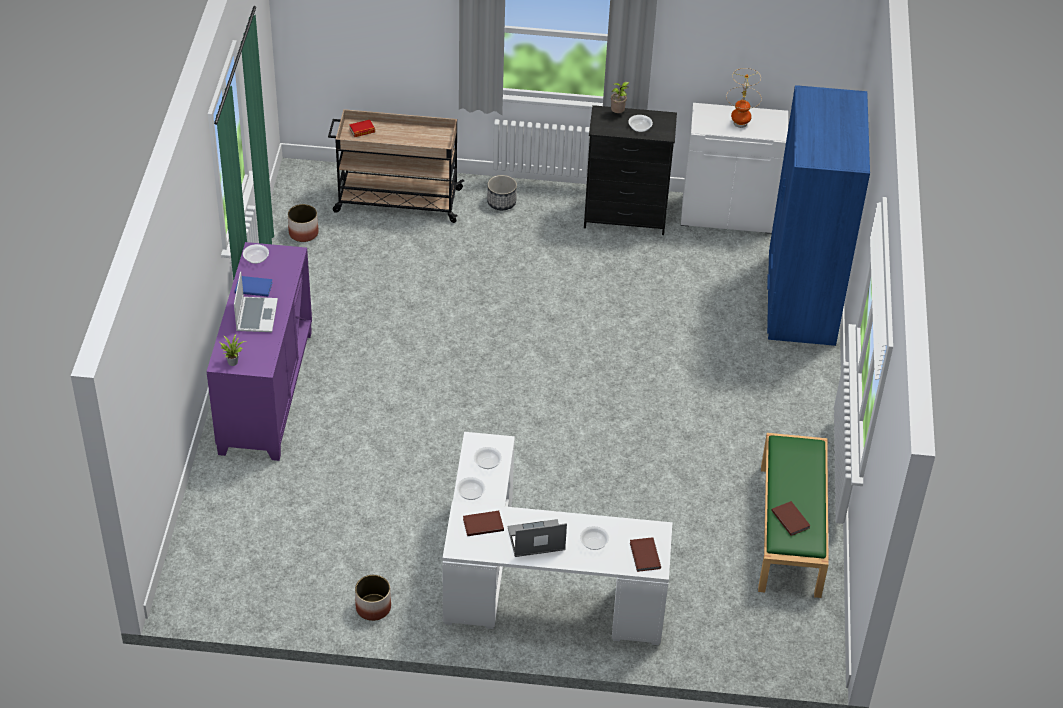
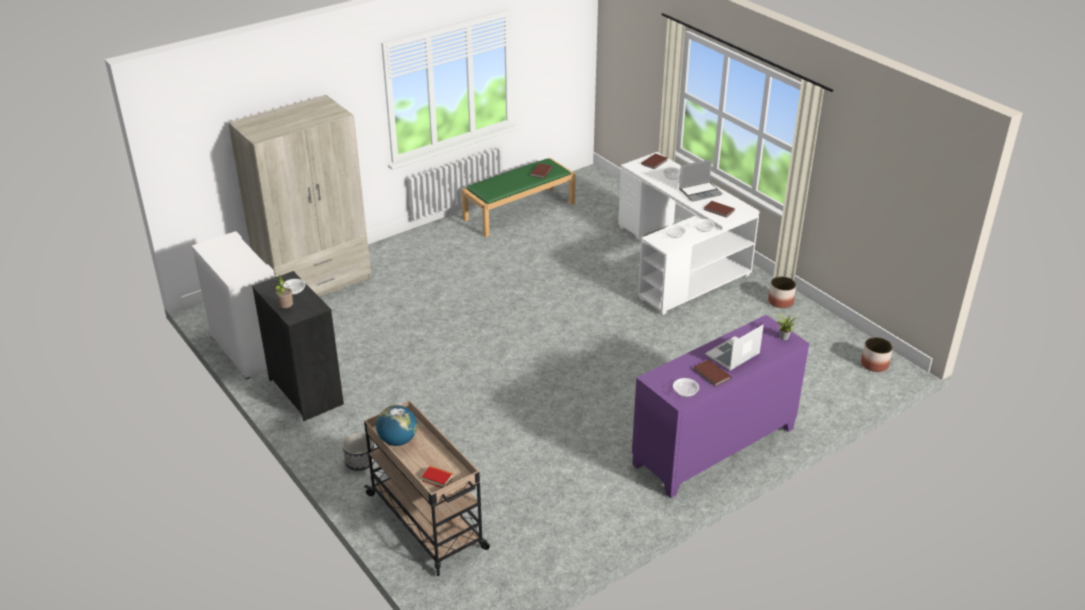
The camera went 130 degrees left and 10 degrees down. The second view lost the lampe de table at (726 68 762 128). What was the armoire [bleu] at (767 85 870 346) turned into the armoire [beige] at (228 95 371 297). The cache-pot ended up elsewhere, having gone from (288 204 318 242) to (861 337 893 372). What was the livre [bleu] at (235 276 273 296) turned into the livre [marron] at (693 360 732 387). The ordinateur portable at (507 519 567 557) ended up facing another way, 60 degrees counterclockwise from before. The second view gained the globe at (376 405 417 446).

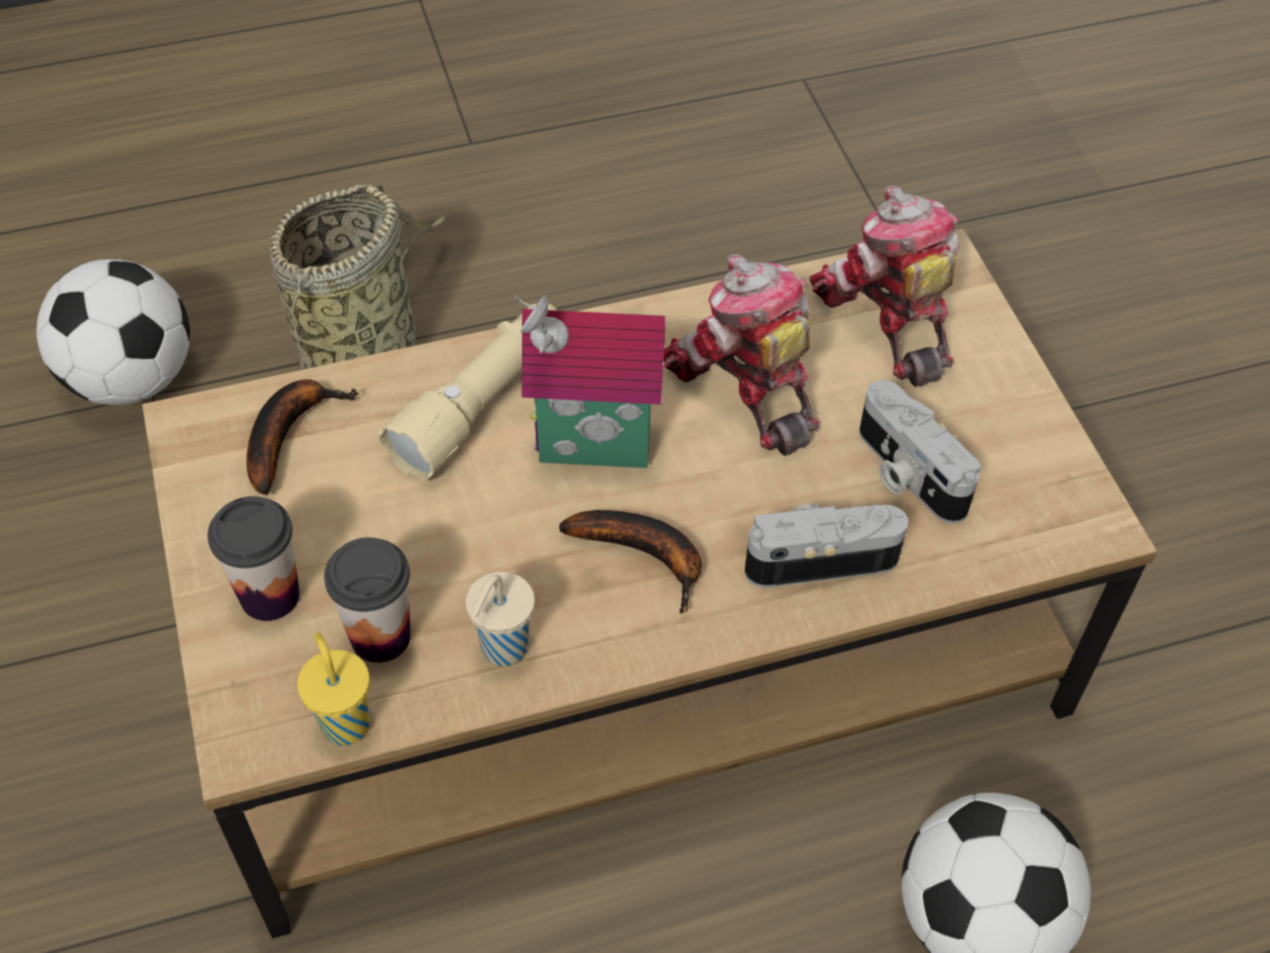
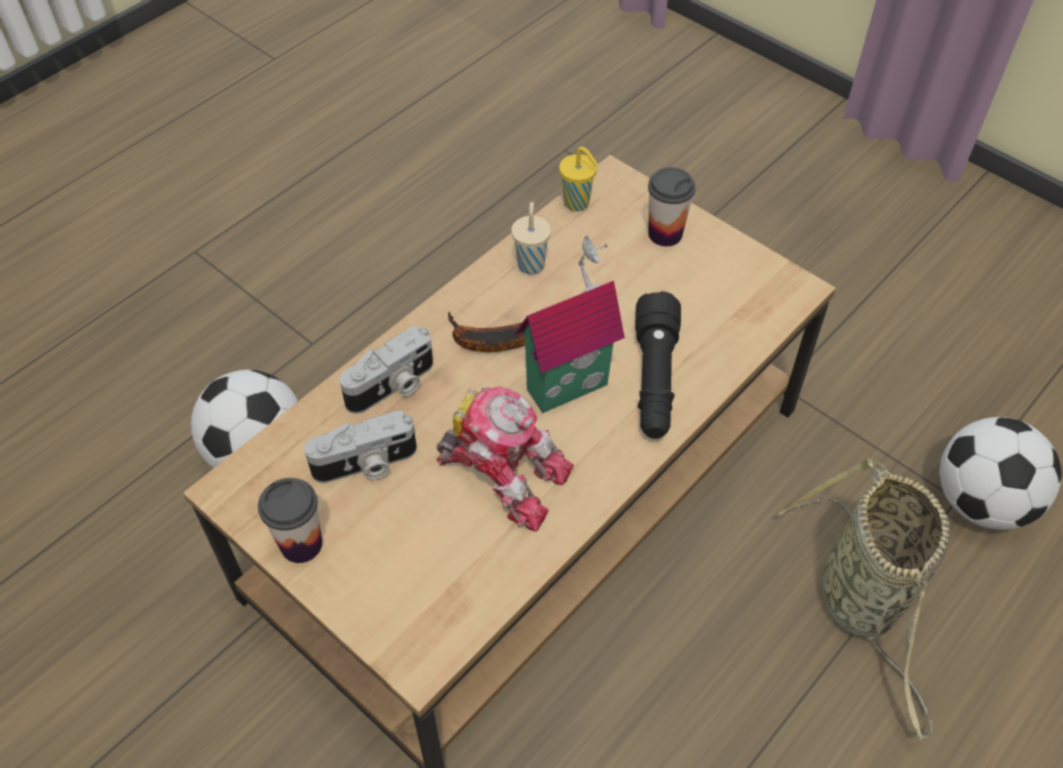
The camera went 150 degrees right and 0 degrees up. The second view lost the robot jouet at (810 185 959 387). What was the lampe de poche [beige] at (378 303 558 481) turned into the lampe de poche [noir] at (635 291 681 439). The second view lost the banane at (247 379 358 495). The appareil photo at (859 380 981 524) ended up facing another way, 135 degrees clockwise from before. The tasse ended up elsewhere, having gone from (324 537 411 663) to (258 478 322 563).

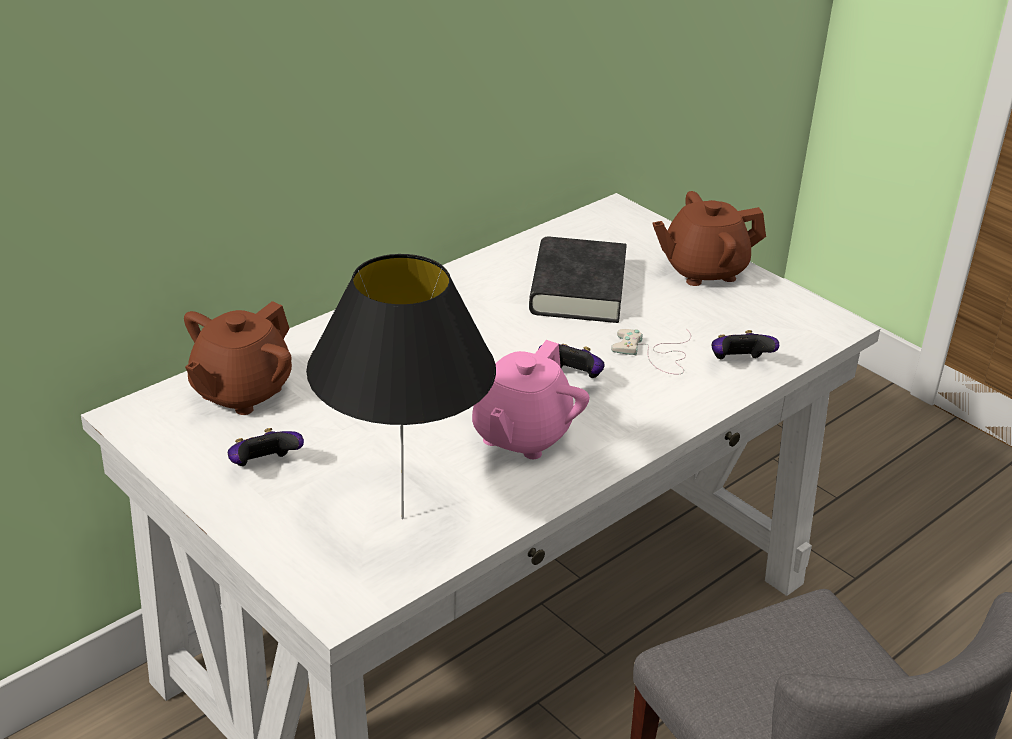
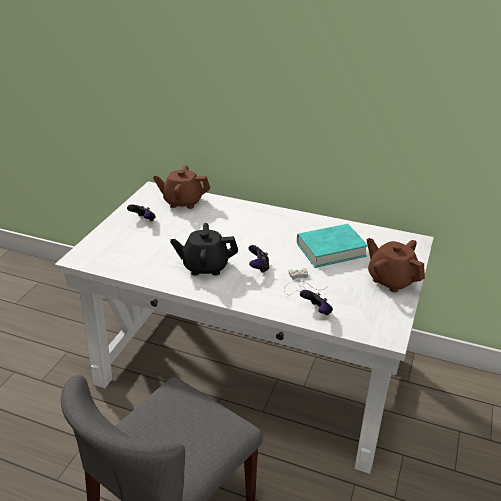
The camera went 65 degrees right and 0 degrees up. What was the livre [noir] at (529 237 627 323) turned into the livre [turquoise] at (297 224 368 268). The second view lost the lampe de table [noir] at (306 254 496 519). What was the théière [rose] at (472 340 589 459) turned into the théière [noir] at (170 223 238 276).

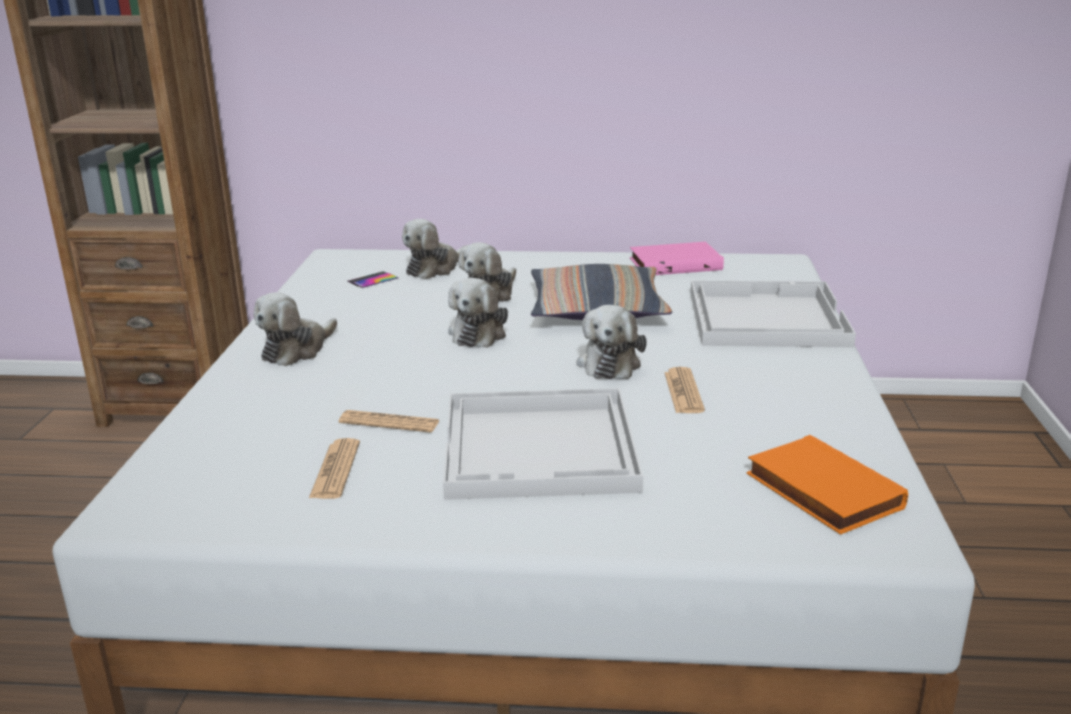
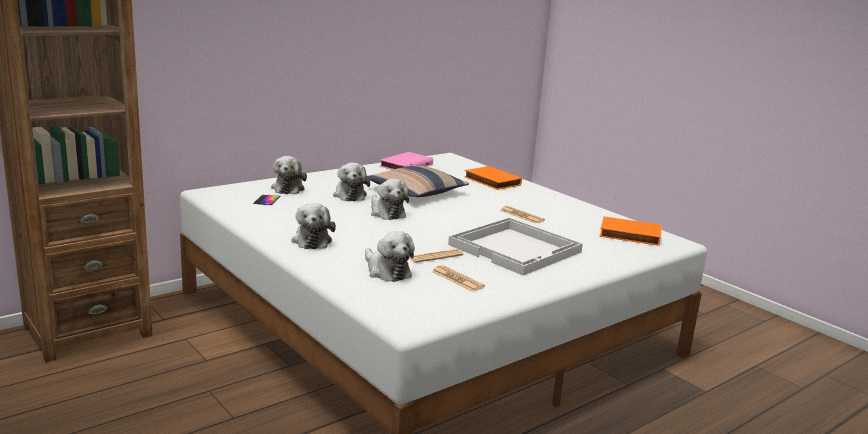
The camera went 45 degrees left and 5 degrees down. Where the plateau [blanc] stood at (691 281 856 347), the livre [orange] came to stand at (464 166 522 190). The peluche ended up elsewhere, having gone from (577 305 647 379) to (365 231 415 282).

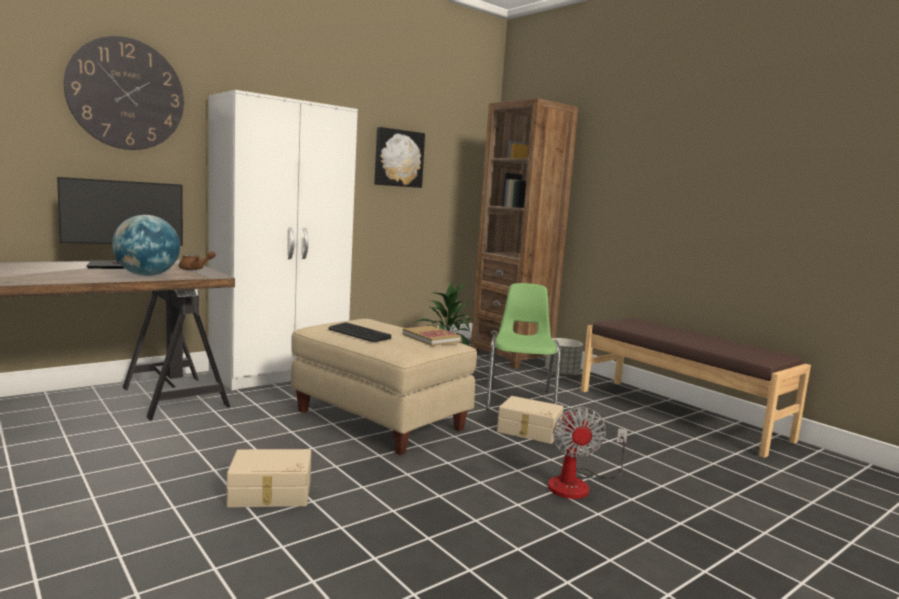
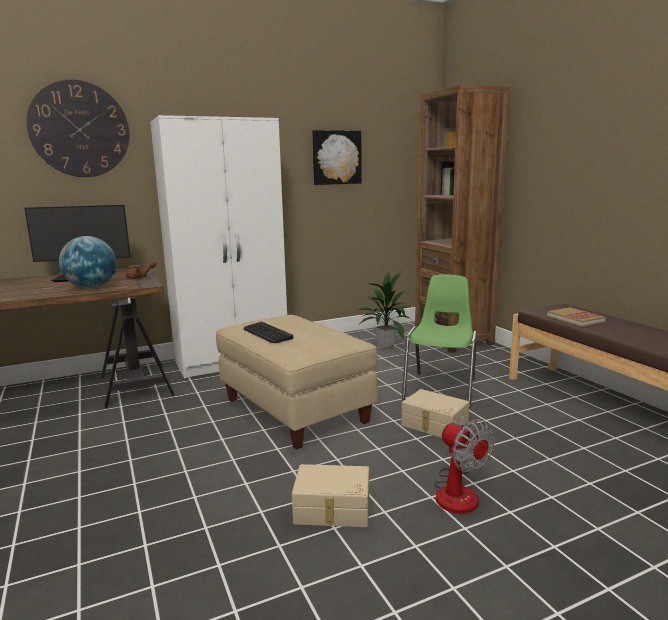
The camera went 15 degrees right and 5 degrees up. The livre ended up elsewhere, having gone from (402 326 462 346) to (547 307 606 327). The second view lost the cache-pot [gris] at (545 338 583 377). The ventilateur at (548 407 628 499) ended up facing another way, 45 degrees counterclockwise from before. The boîte de rangement [beige] ended up elsewhere, having gone from (227 449 311 507) to (292 464 369 527).

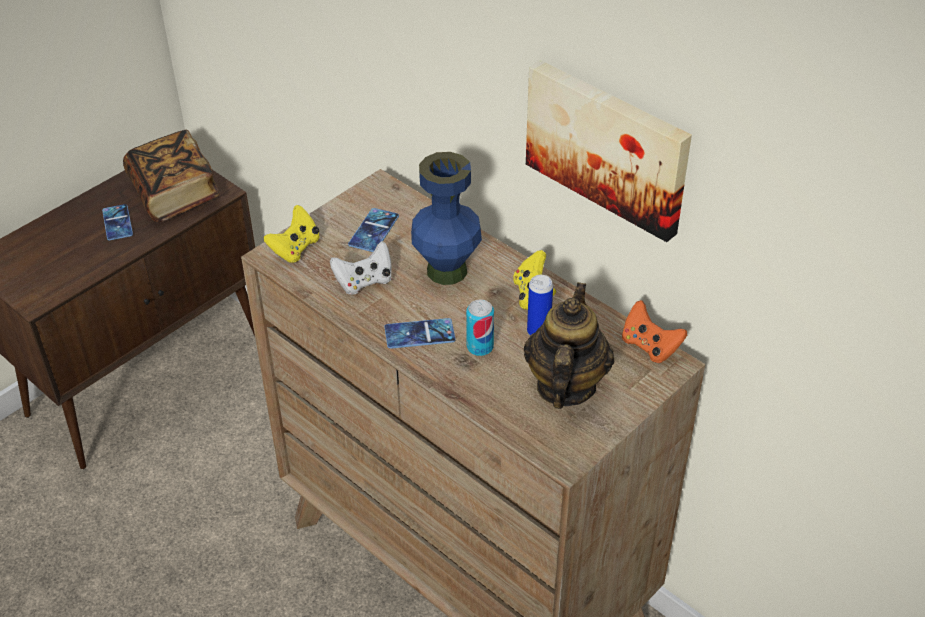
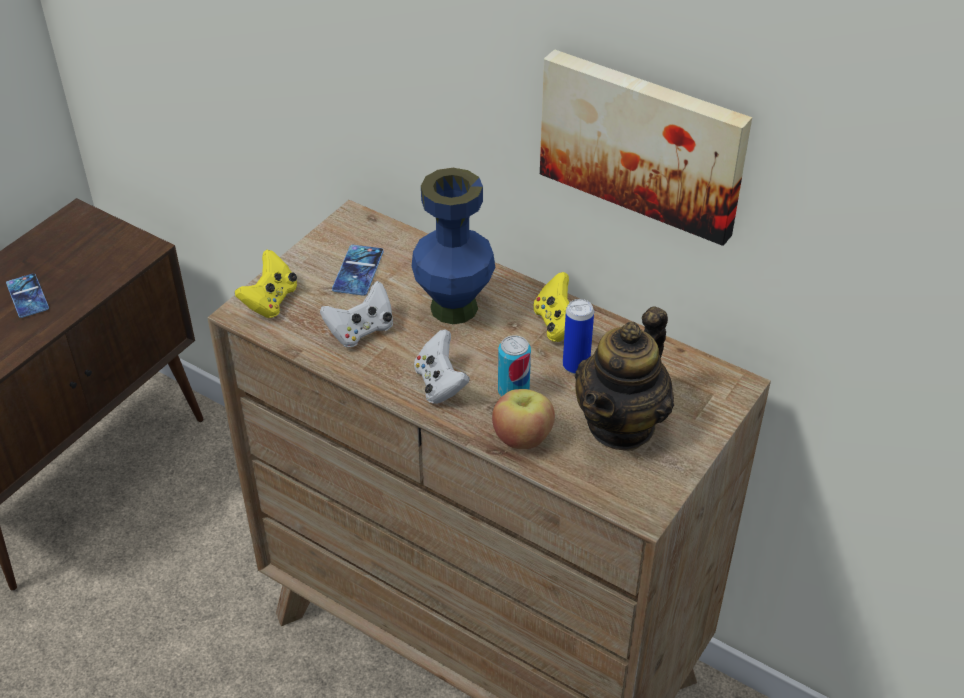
The camera went 10 degrees left and 0 degrees up. The second view lost the livre at (123 130 220 222). The théière at (524 282 614 409) ended up facing another way, 150 degrees counterclockwise from before. The second view lost the manette [orange] at (622 300 687 363). Where the téléphone stood at (384 318 456 349), the manette [blanc] came to stand at (414 329 470 404). The second view gained the pomme at (492 389 555 449).

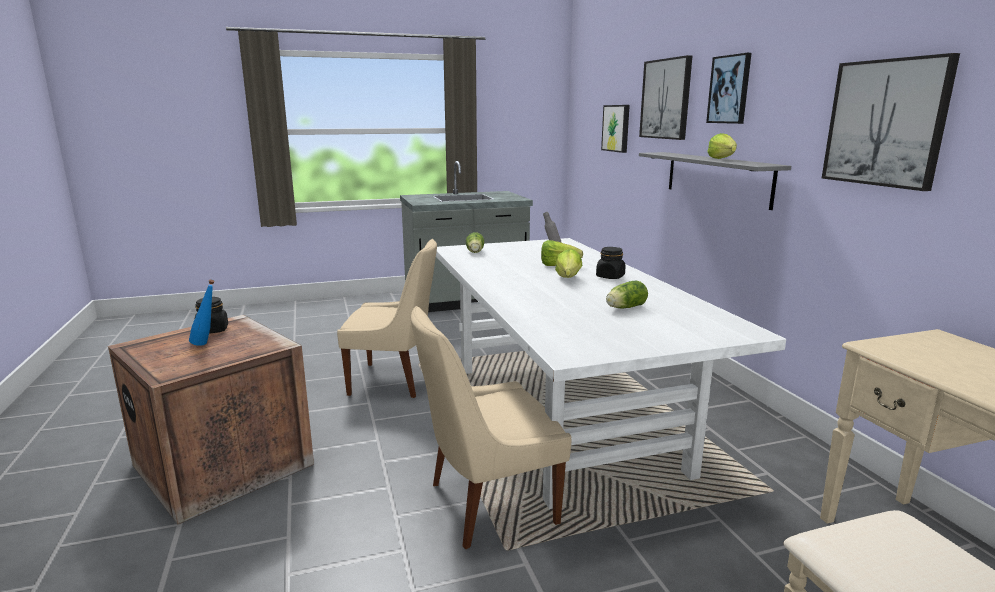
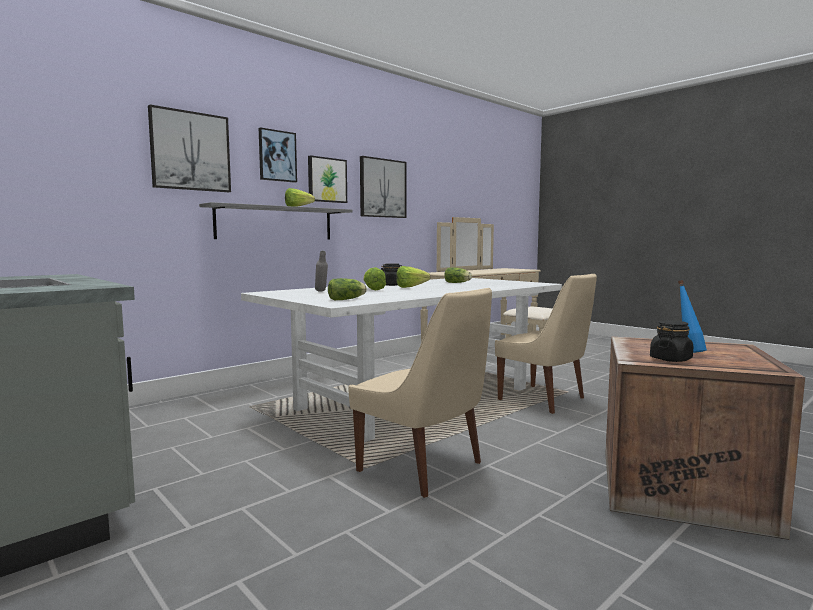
The camera went 115 degrees left and 10 degrees down. The tableau ended up elsewhere, having gone from (601 105 630 153) to (308 155 347 203). The chaise [beige] at (337 239 437 398) ended up facing another way, 150 degrees clockwise from before.

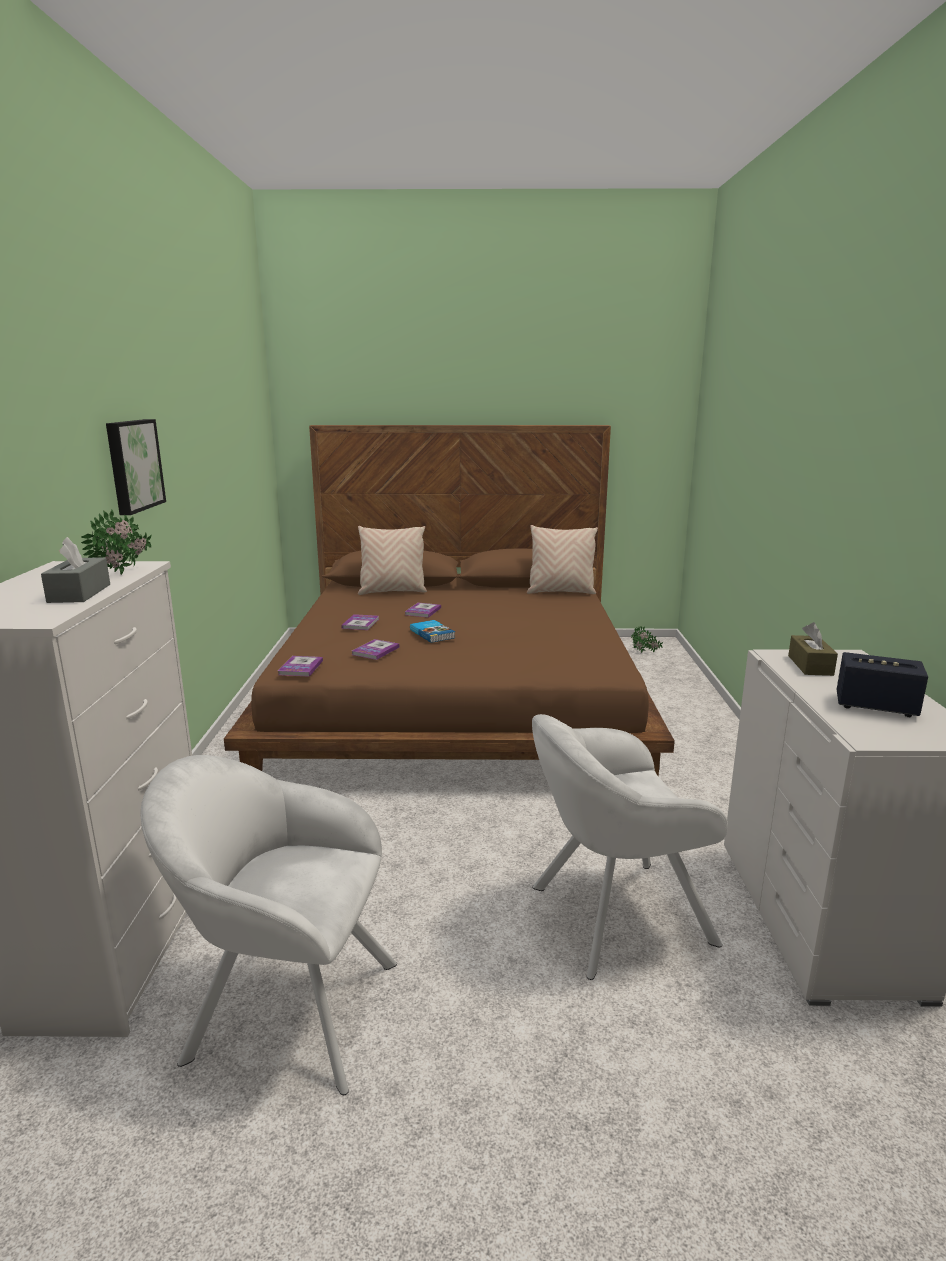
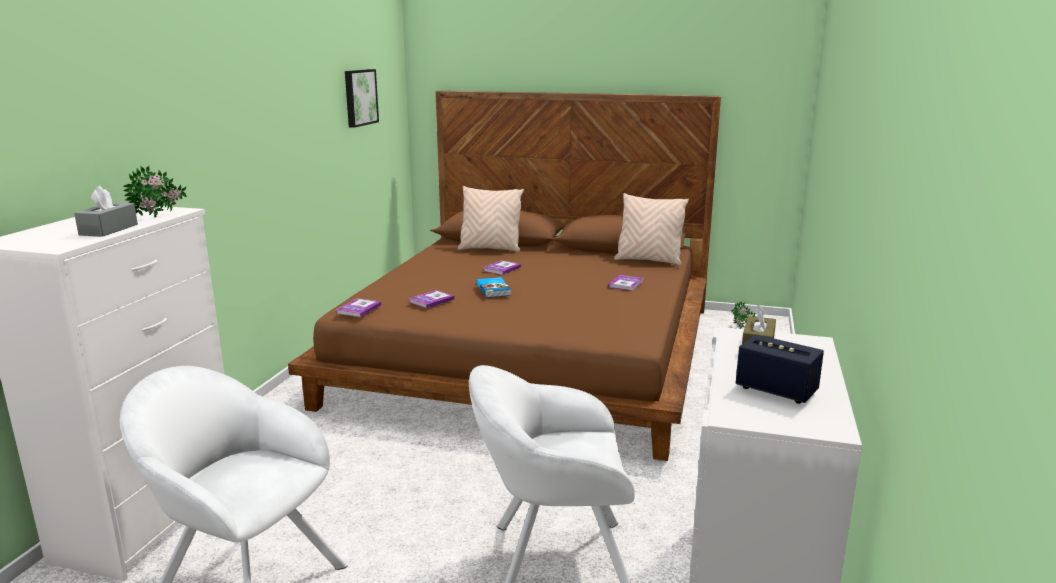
The camera went 15 degrees right and 0 degrees up. The tableau ended up elsewhere, having gone from (106 419 166 515) to (345 69 379 128). The livre ended up elsewhere, having gone from (341 614 379 630) to (608 275 643 291).

